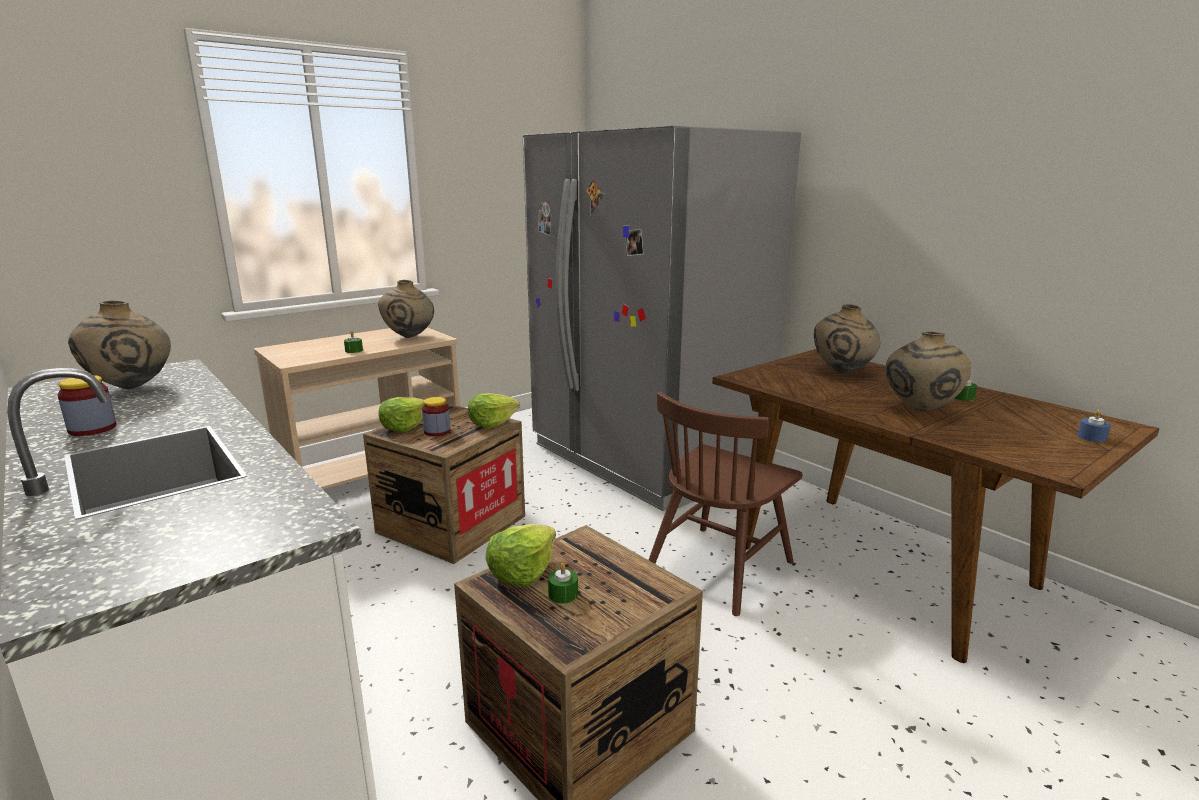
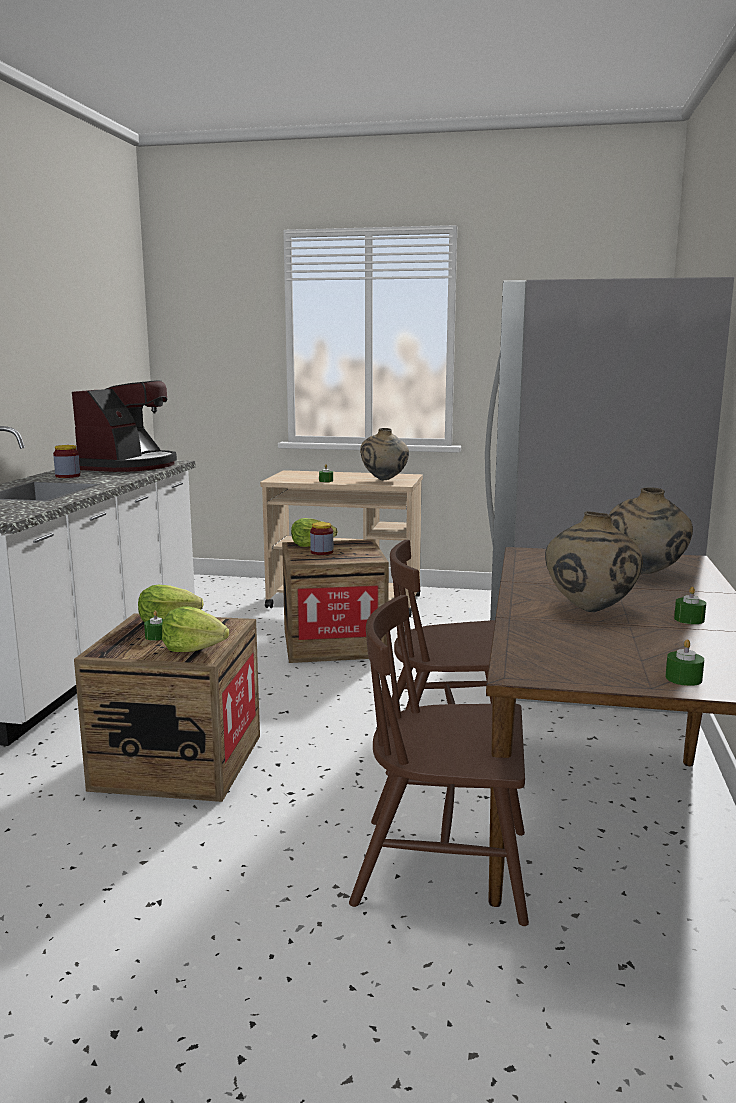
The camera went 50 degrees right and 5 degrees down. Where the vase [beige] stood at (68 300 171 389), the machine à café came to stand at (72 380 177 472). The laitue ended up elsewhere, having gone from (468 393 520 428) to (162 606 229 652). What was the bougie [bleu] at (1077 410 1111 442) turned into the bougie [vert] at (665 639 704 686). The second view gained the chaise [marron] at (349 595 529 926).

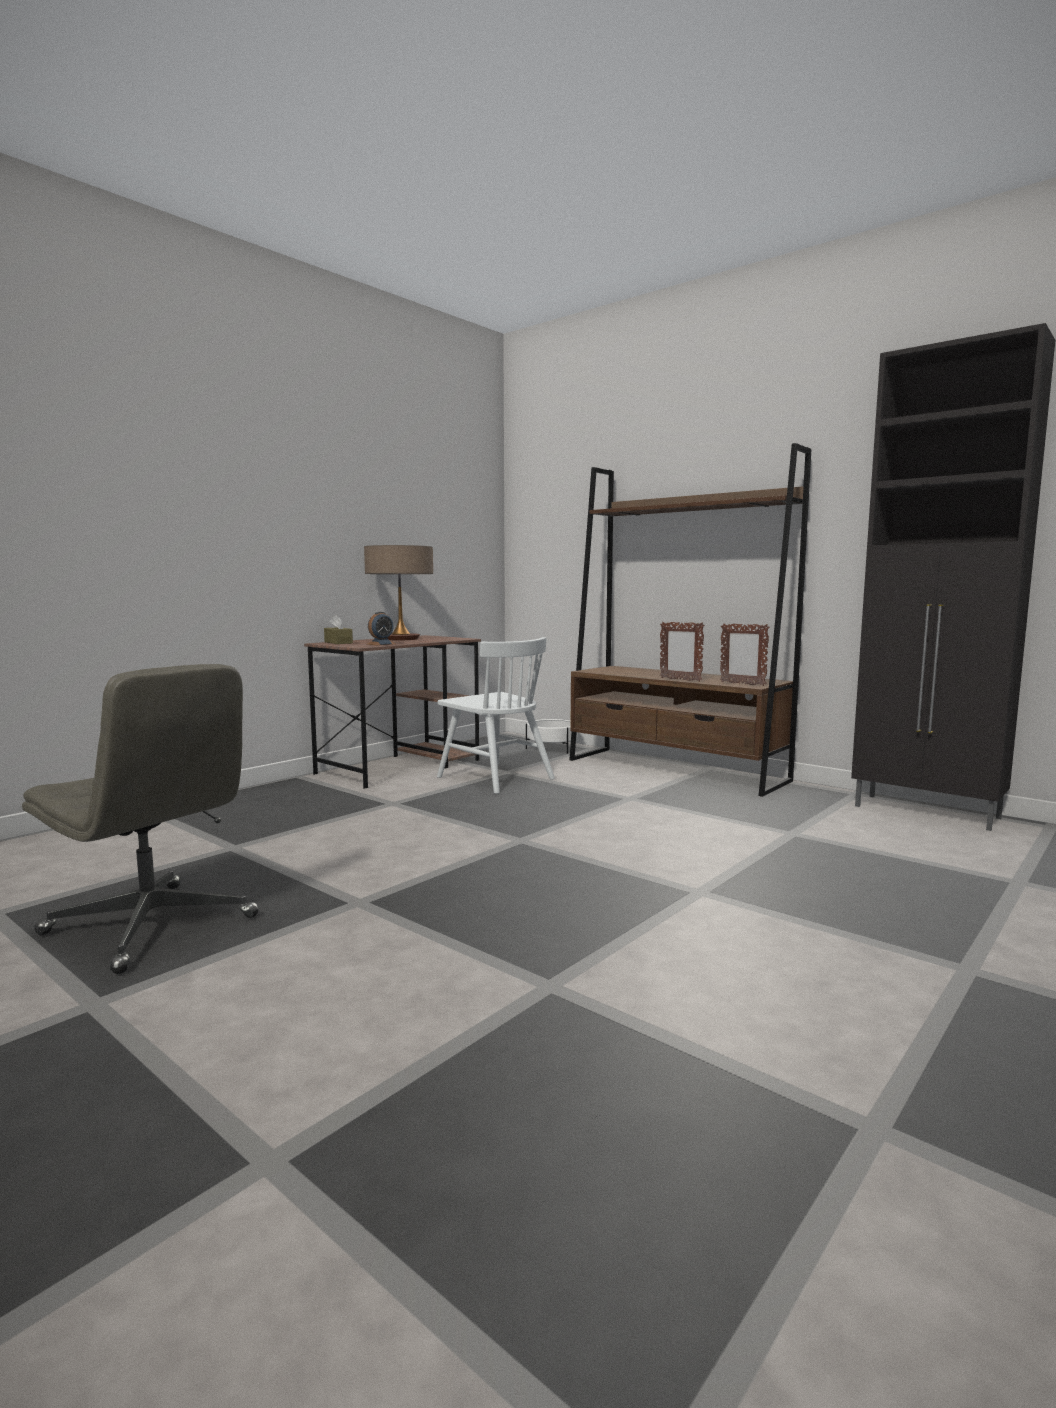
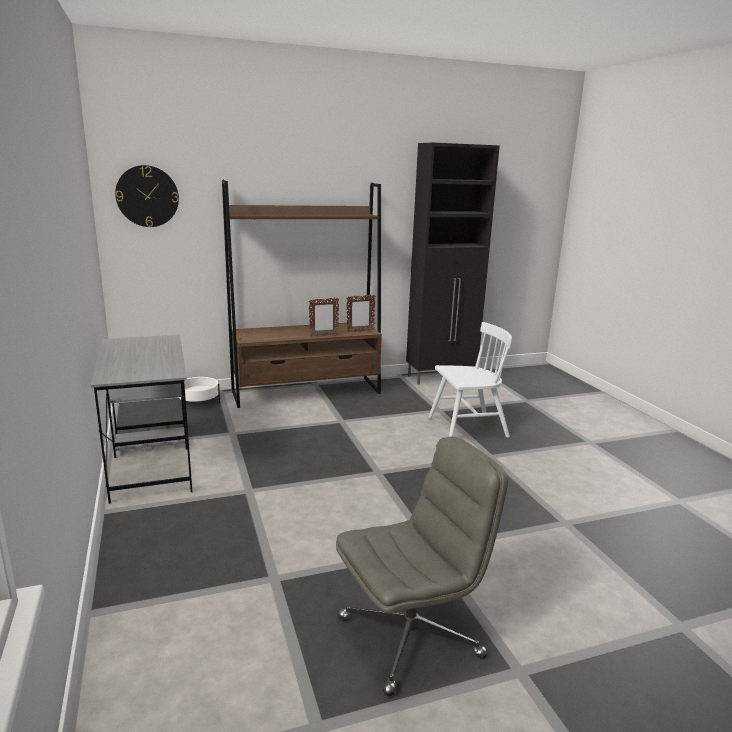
The camera went 60 degrees left and 10 degrees up. The second view lost the lampe de table at (364 545 433 640). The second view lost the réveil at (367 612 395 645). The second view lost the boîte à mouchoirs [marron] at (324 615 353 644). What was the bureau [marron] at (304 635 481 789) turned into the bureau [gris] at (91 334 192 504). The chaise [blanc] ended up elsewhere, having gone from (437 637 555 794) to (428 322 512 438). The second view gained the horloge murale at (115 165 179 227).

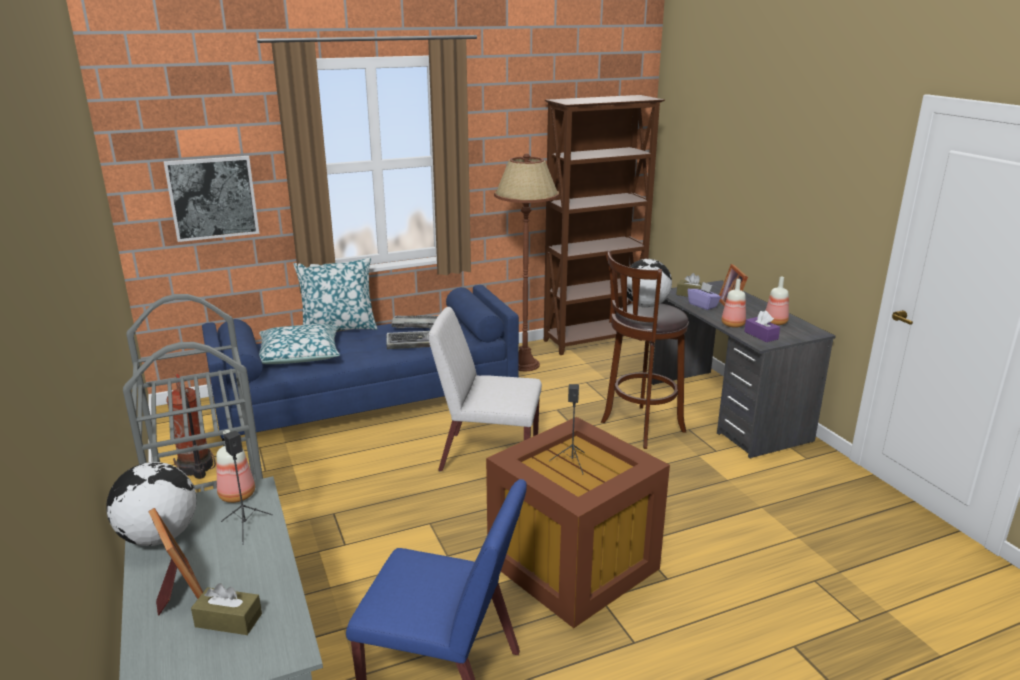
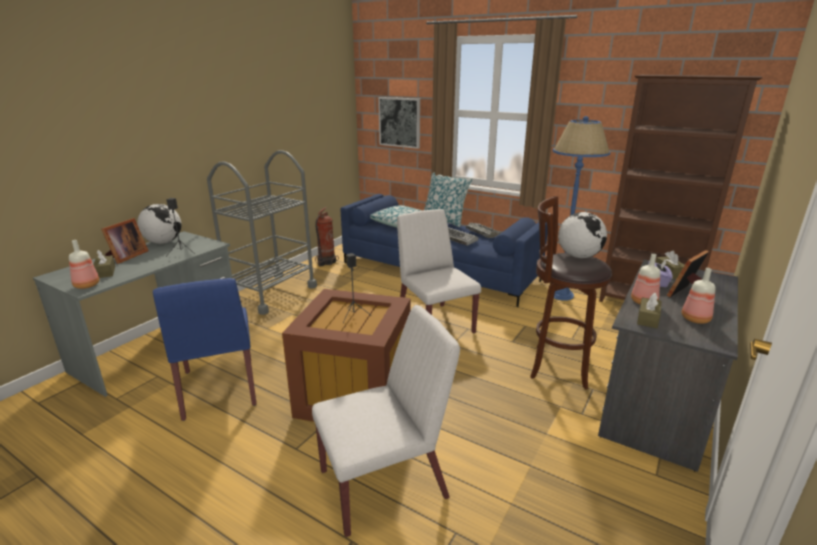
The camera went 55 degrees right and 0 degrees up. What was the lampadaire [marron] at (494 154 559 372) turned into the lampadaire [bleu] at (553 116 611 301). What was the boîte à mouchoirs [violet] at (744 311 780 342) turned into the boîte à mouchoirs [marron] at (637 293 661 328). The bouteille ended up elsewhere, having gone from (216 430 255 503) to (69 240 100 289). The second view gained the chaise [blanc] at (312 305 460 537).

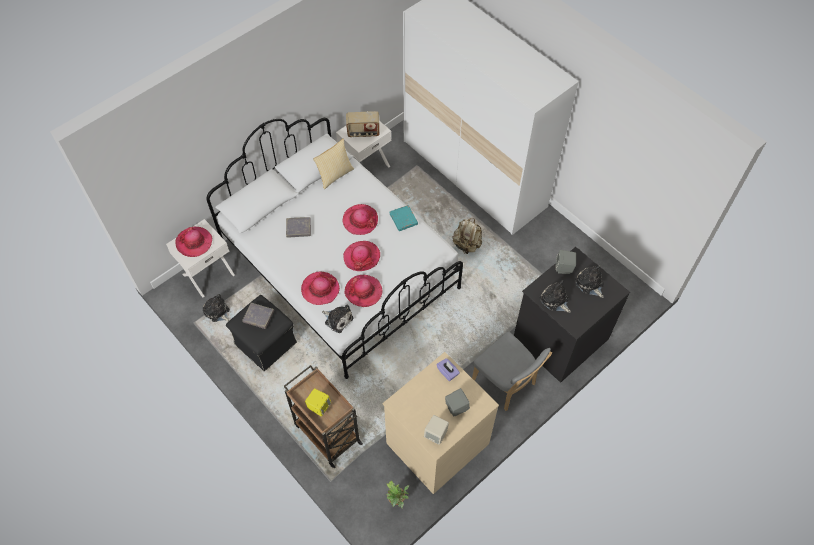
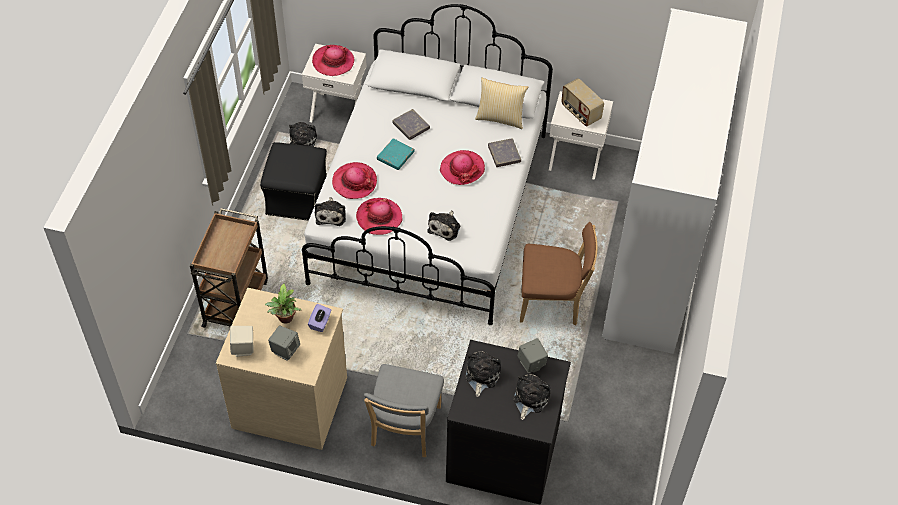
The camera went 55 degrees right and 5 degrees down. The livre [turquoise] ended up elsewhere, having gone from (389 205 418 231) to (377 138 415 170). Where the sac à dos [beige] stood at (452 218 482 254), the chaise [marron] came to stand at (520 222 597 325). The second view lost the chapeau at (343 241 380 271). The livre [gris] ended up elsewhere, having gone from (242 303 274 329) to (488 138 521 167). The second view lost the enceinte [jaune] at (305 388 331 416). The plante en pot ended up elsewhere, having gone from (386 481 409 508) to (265 283 301 324). The second view gained the peluche at (427 210 460 241).

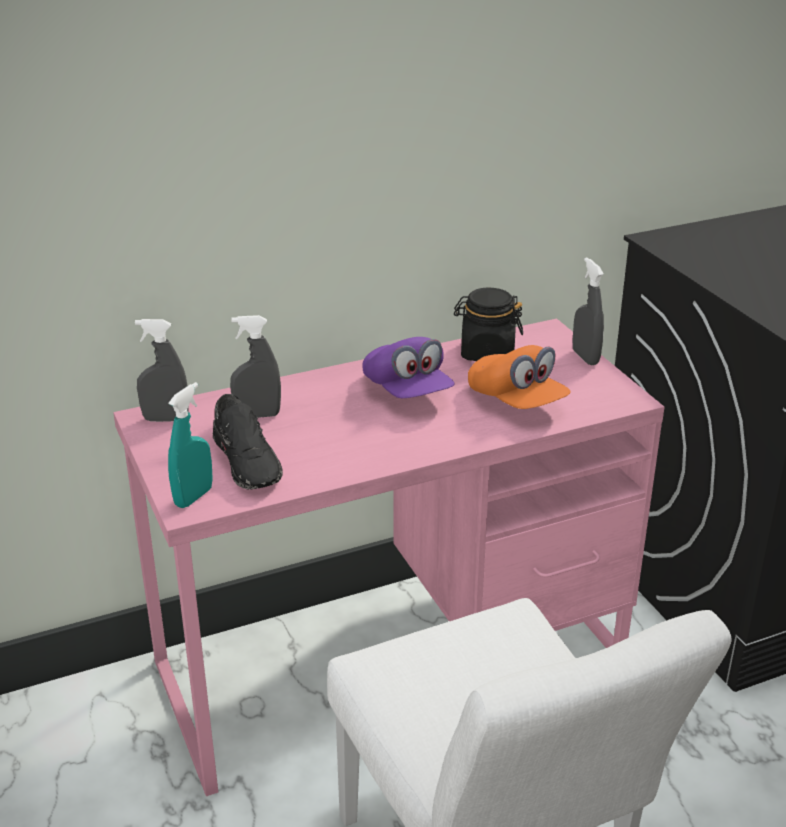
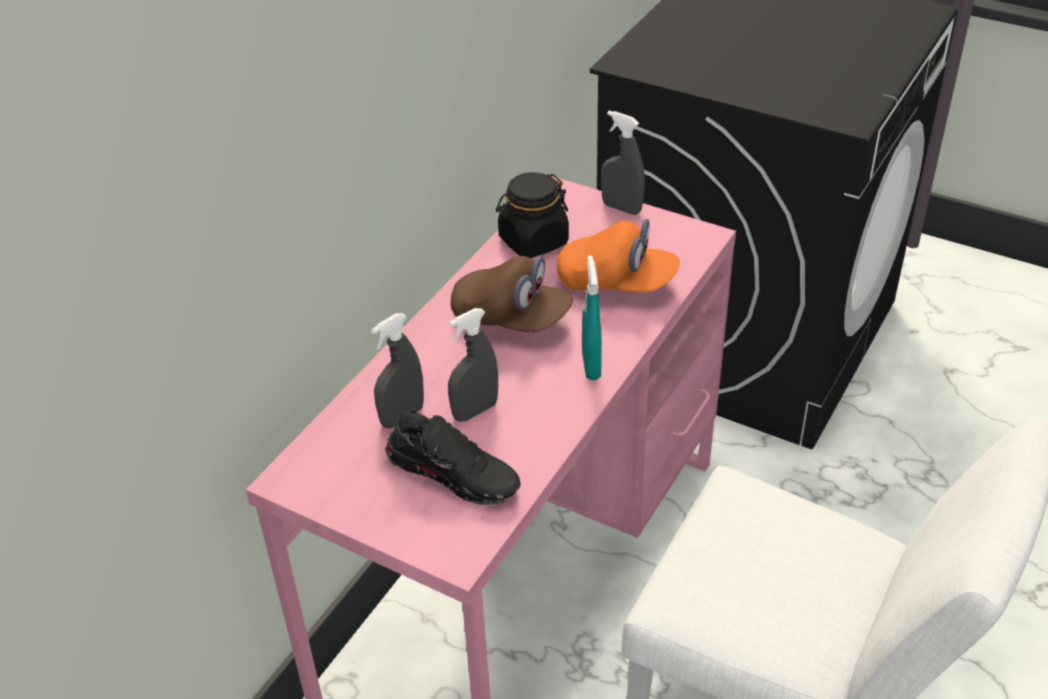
The camera went 35 degrees left and 10 degrees up. The vaporisateur [gris] ended up elsewhere, having gone from (135 319 189 422) to (448 308 498 422). What was the casquette [violet] at (362 337 455 398) turned into the casquette [marron] at (451 256 573 333). The vaporisateur [turquoise] ended up elsewhere, having gone from (168 382 213 508) to (582 255 602 380).

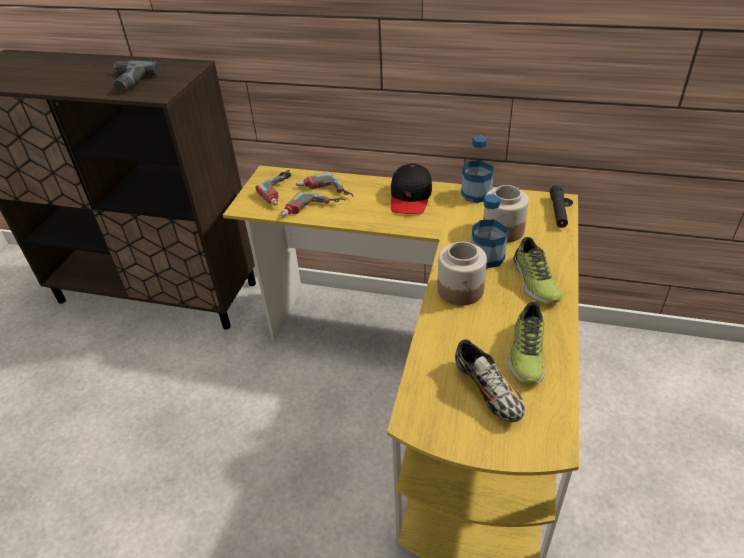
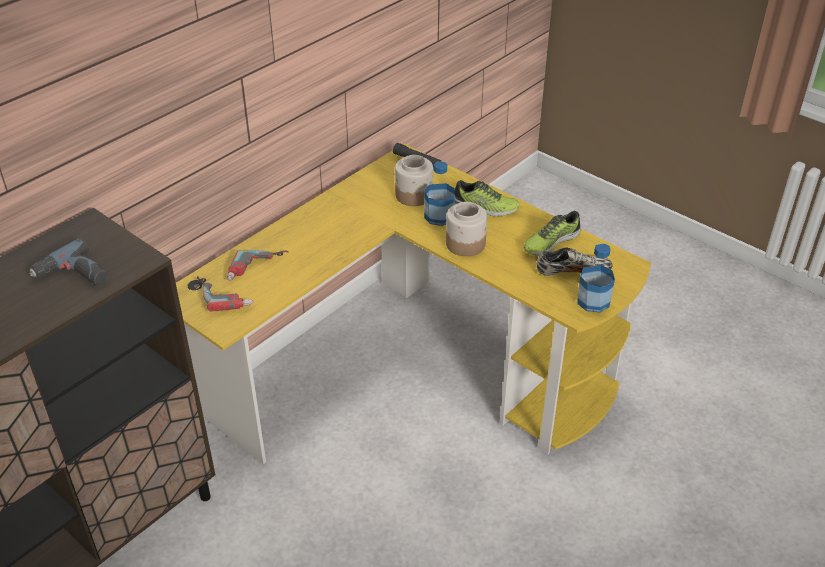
The camera went 65 degrees left and 0 degrees up. The bouteille ended up elsewhere, having gone from (461 135 494 203) to (577 244 615 312). The second view lost the casquette [noir] at (391 163 432 214). The second view lost the perceuse at (281 192 345 217). The chaussure at (508 302 545 384) ended up facing another way, 105 degrees clockwise from before.

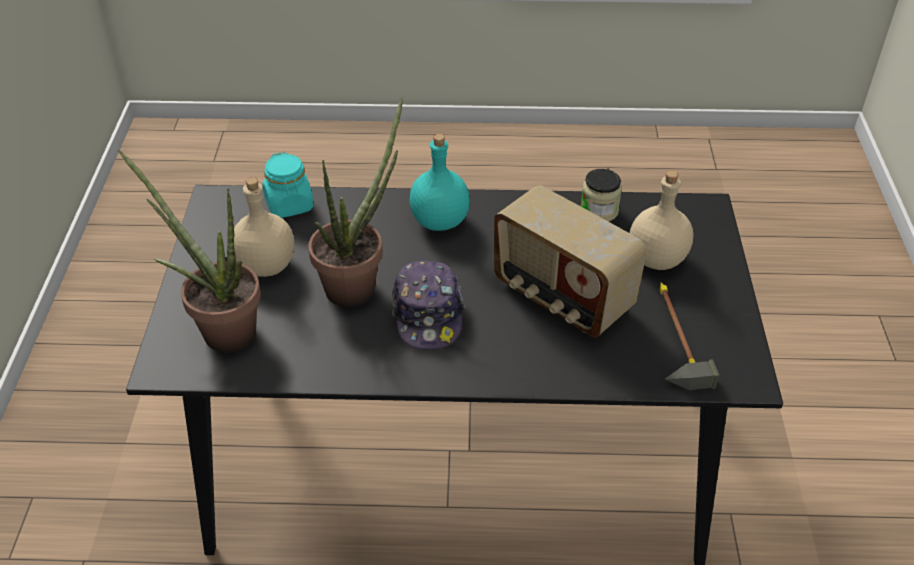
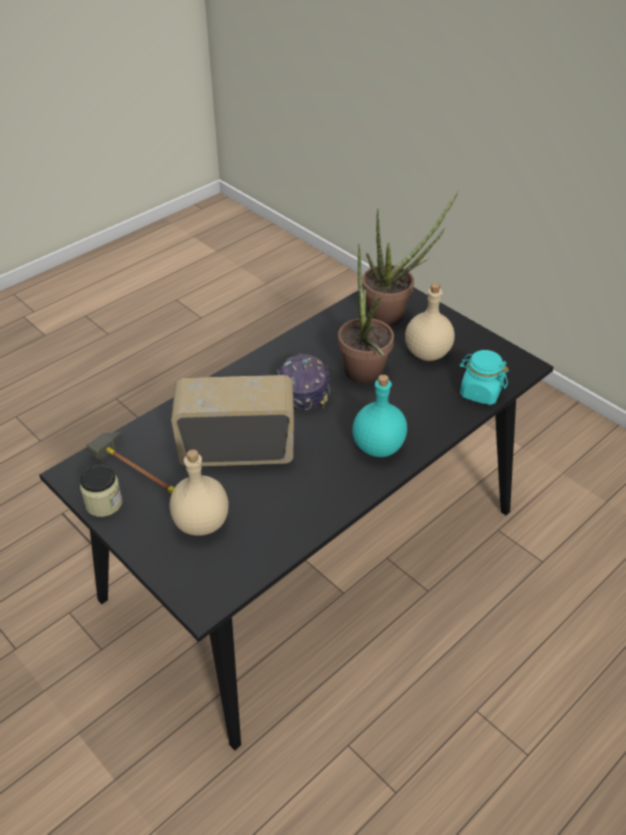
The camera went 135 degrees right and 0 degrees up. The bocal ended up elsewhere, having gone from (581 169 622 221) to (80 465 123 517). The casquette at (392 261 465 350) ended up facing another way, 45 degrees clockwise from before.

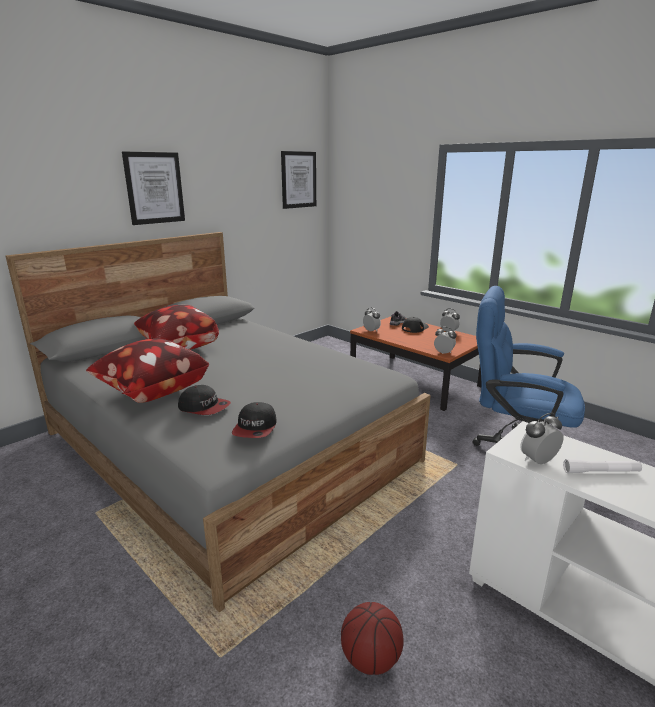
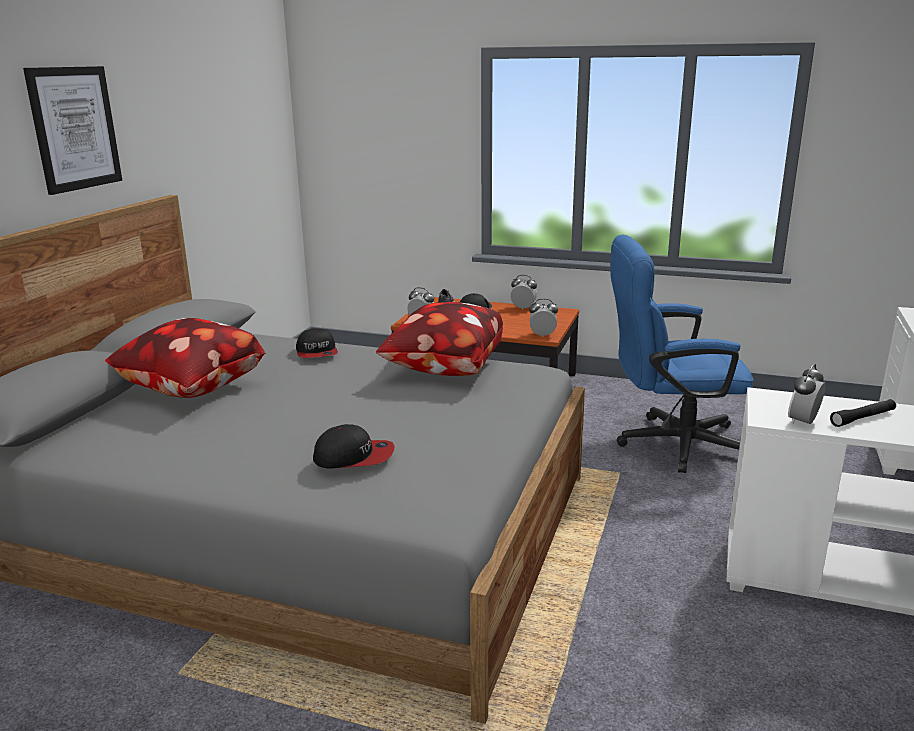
The camera went 25 degrees left and 0 degrees up. The second view lost the tableau at (281 151 316 209). The coussin ended up elsewhere, having gone from (86 338 209 403) to (376 302 503 376). The casquette ended up elsewhere, having gone from (232 402 277 438) to (296 328 338 358). What was the lampe de poche [blanc] at (563 459 642 473) turned into the lampe de poche [noir] at (830 399 896 427). The second view lost the ballon de basket at (341 602 404 675).

